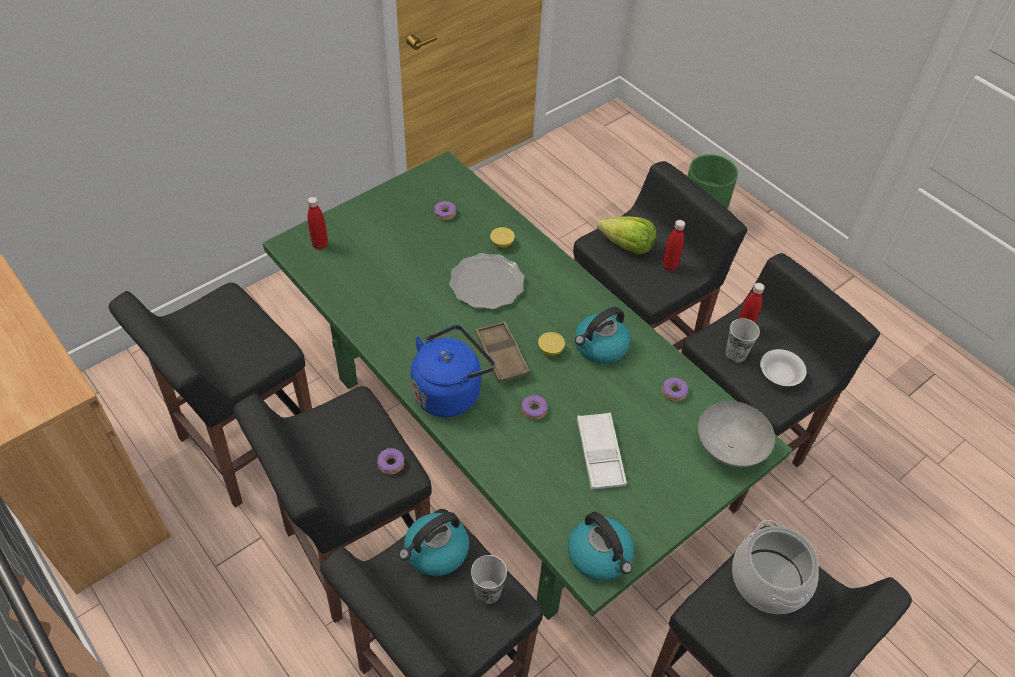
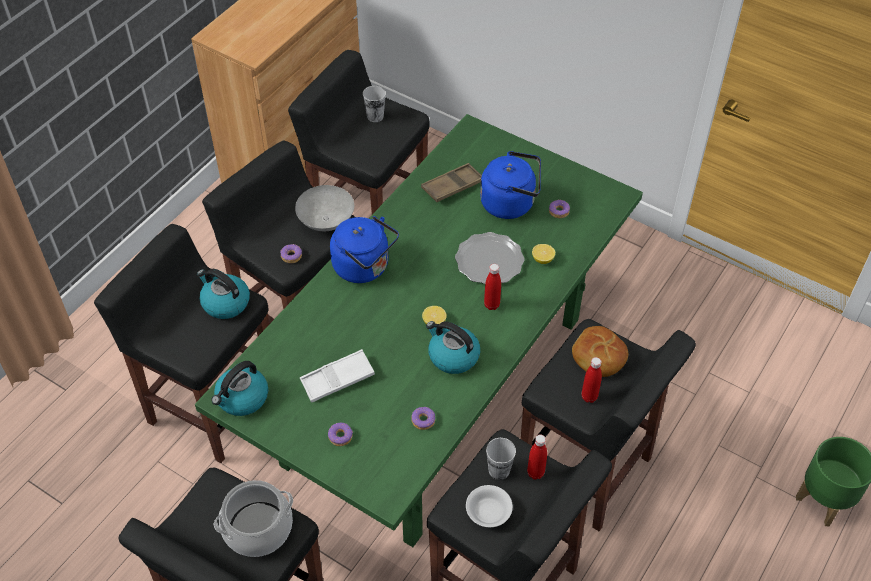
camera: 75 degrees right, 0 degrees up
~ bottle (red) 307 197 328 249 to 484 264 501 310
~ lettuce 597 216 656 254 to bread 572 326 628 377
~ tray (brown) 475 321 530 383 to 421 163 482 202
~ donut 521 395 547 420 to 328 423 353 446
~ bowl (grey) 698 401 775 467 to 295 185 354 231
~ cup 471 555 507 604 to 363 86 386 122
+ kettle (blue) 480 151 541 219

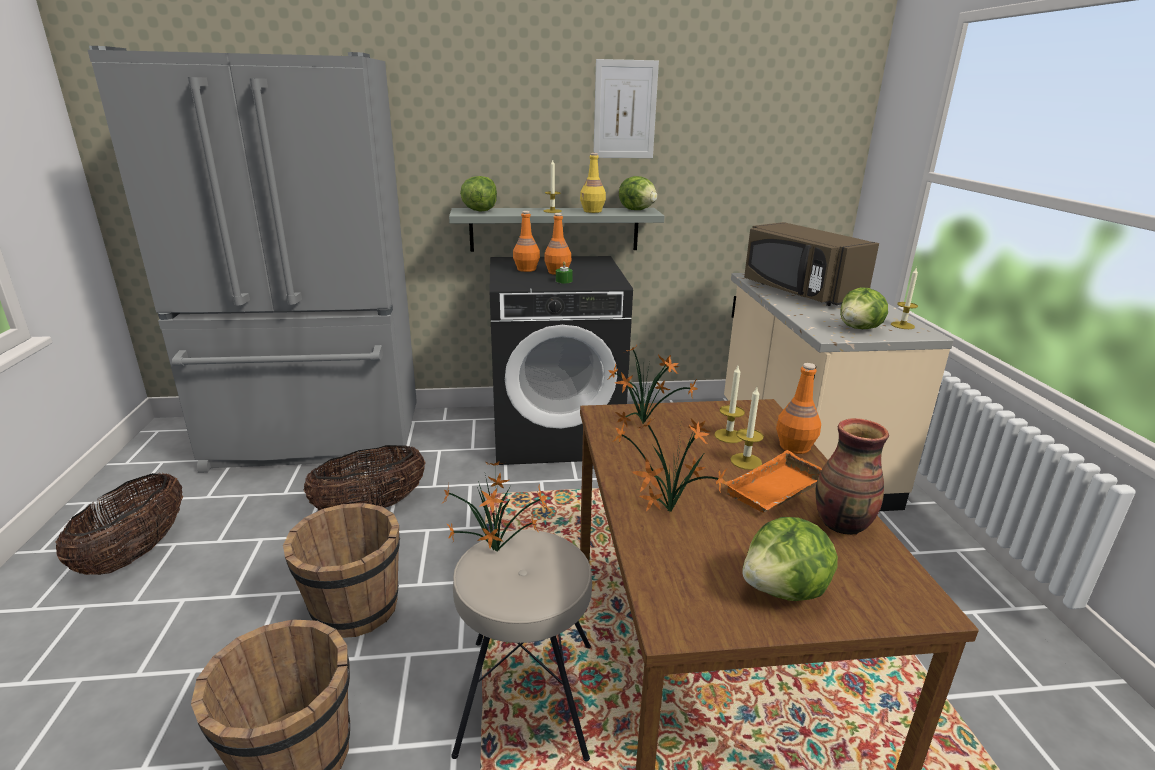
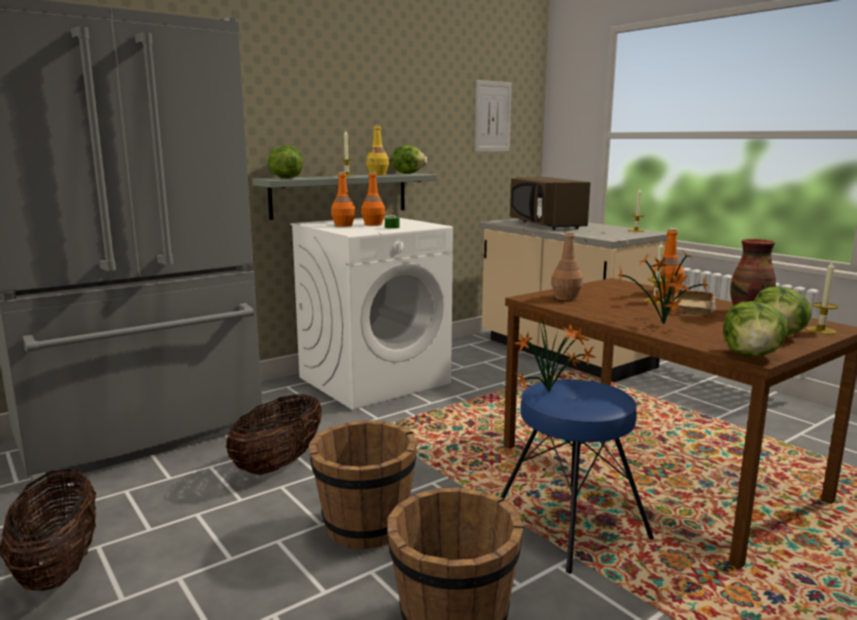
camera: 30 degrees left, 10 degrees down
~ picture 594 59 659 158 to 475 80 512 152
~ microwave (brown) 744 222 879 306 = 510 177 590 230 45 degrees clockwise
~ washing machine (black) 489 256 633 465 to washing machine (white) 290 216 453 410
~ lettuce 840 287 888 329 to 723 301 788 357
~ potted plant 607 345 698 427 to bottle (brown) 551 231 583 300
~ candle 714 366 745 443 to 806 262 838 334
~ tray (orange) 726 450 822 513 to tray (beige) 674 288 716 315
~ stool (beige) 451 530 592 761 to stool (blue) 501 379 654 574

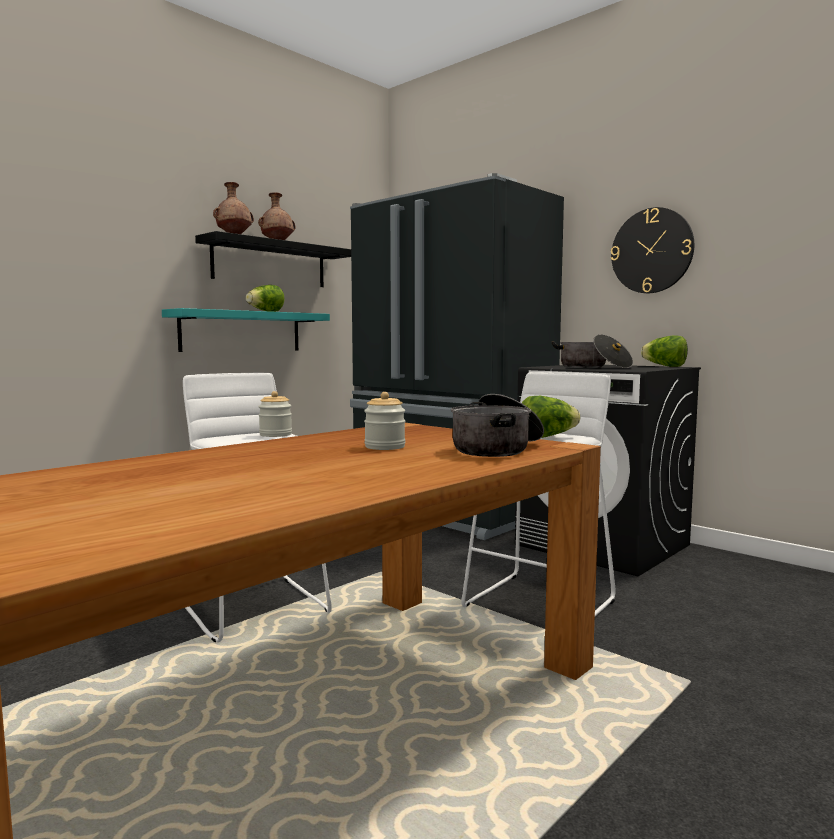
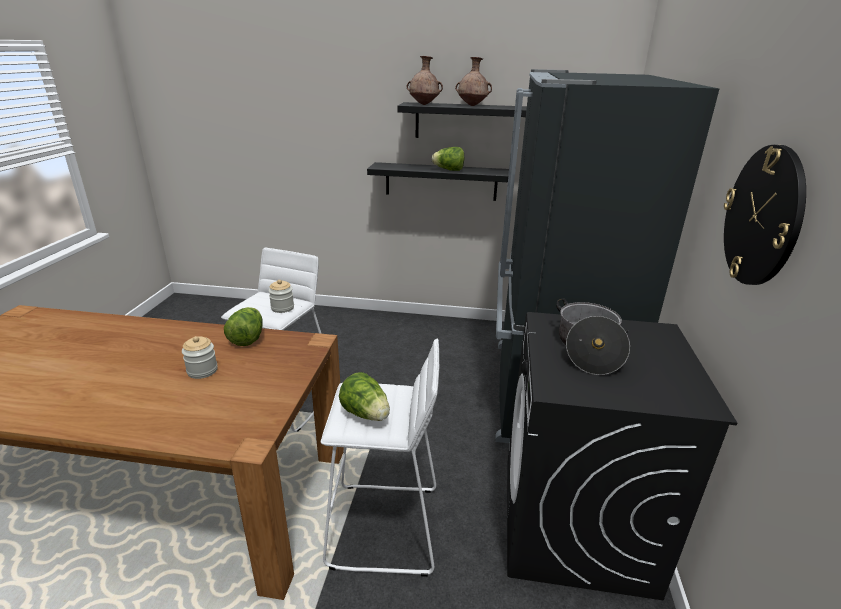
camera: 55 degrees right, 20 degrees up
~ shelf (turquoise) 162 308 330 352 to shelf (black) 367 162 509 201
~ lettuce 641 336 688 367 to 224 307 263 346
- cooking pot 451 394 544 457

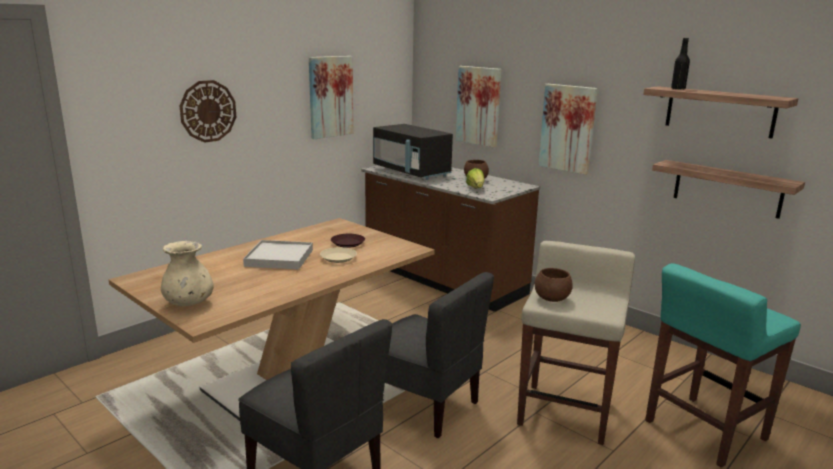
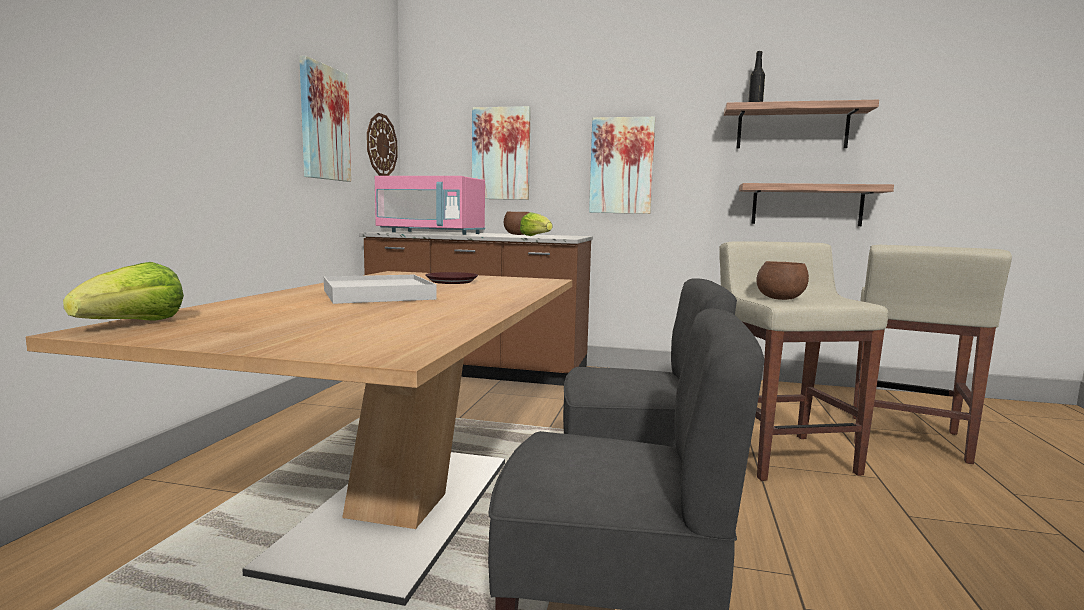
camera: 30 degrees left, 10 degrees down
~ wall clock 180 80 236 143 to 367 113 398 176
~ microwave (black) 373 124 453 180 to microwave (pink) 375 176 485 235
- vase (beige) 161 241 213 306
- plate (beige) 320 247 357 263
~ stool (turquoise) 645 263 801 468 to stool (beige) 852 245 1012 464
+ lettuce 63 262 184 321

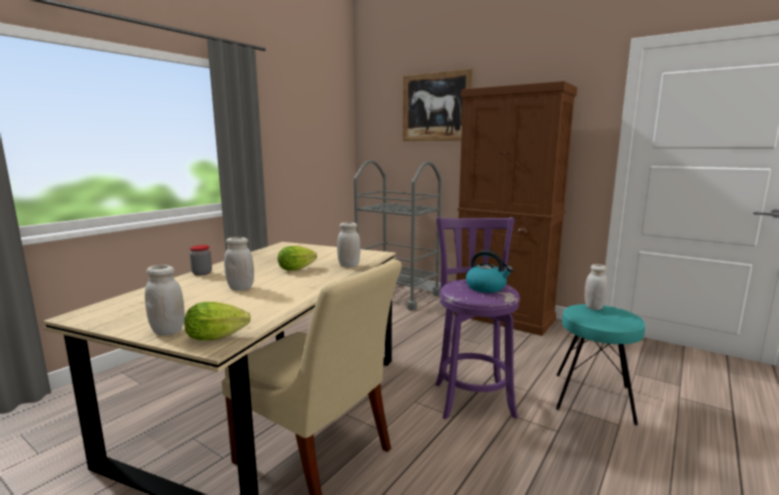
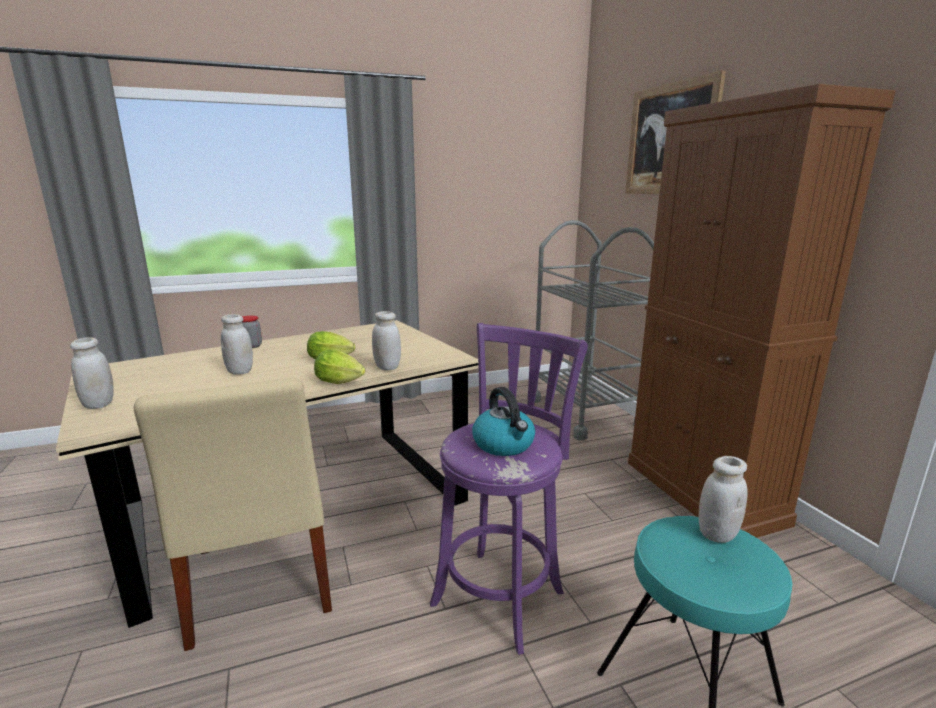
camera: 35 degrees right, 5 degrees up
~ lettuce 184 302 251 340 to 314 350 365 384

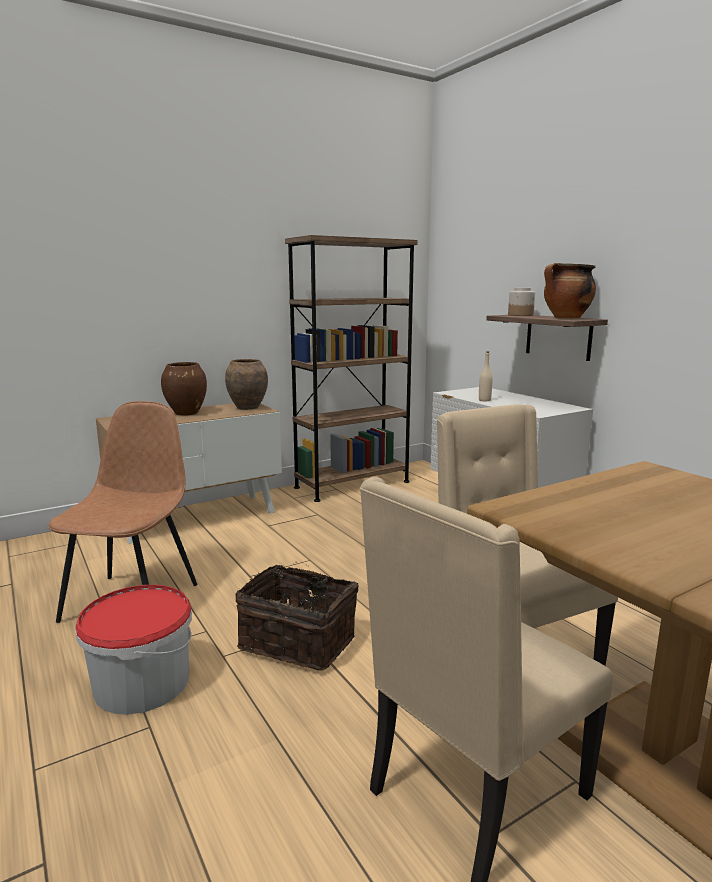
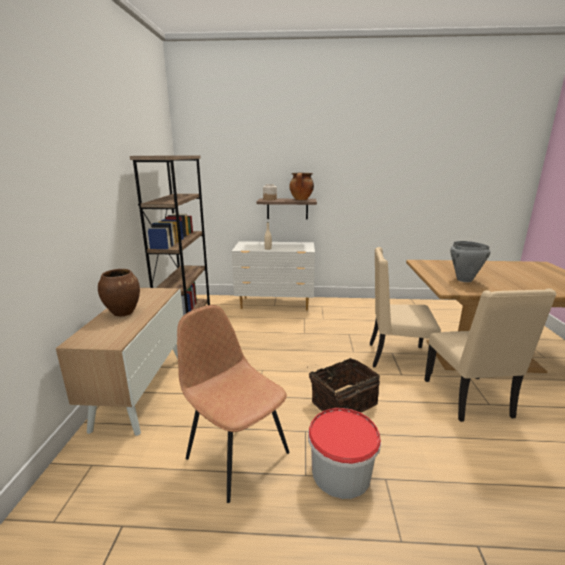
camera: 55 degrees left, 5 degrees up
- vase (brown) 225 359 268 410
+ cooking pot (grey) 450 241 490 282

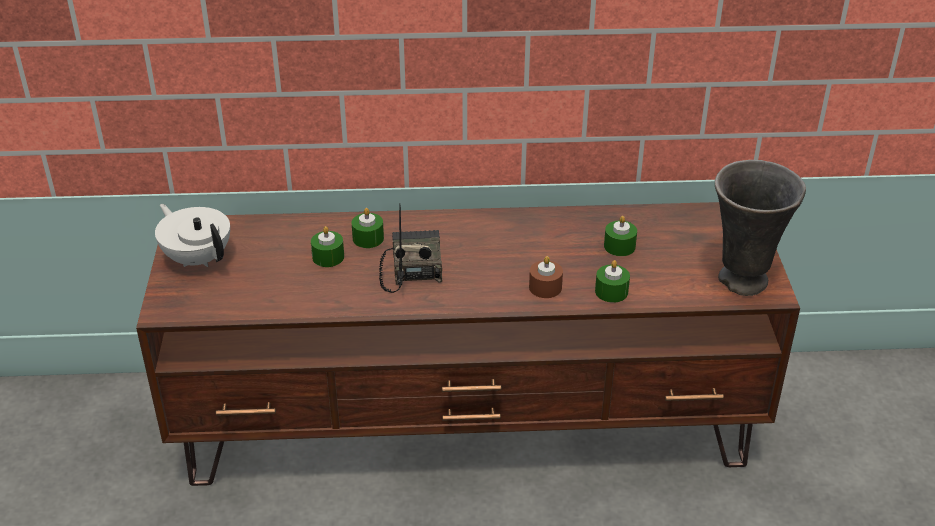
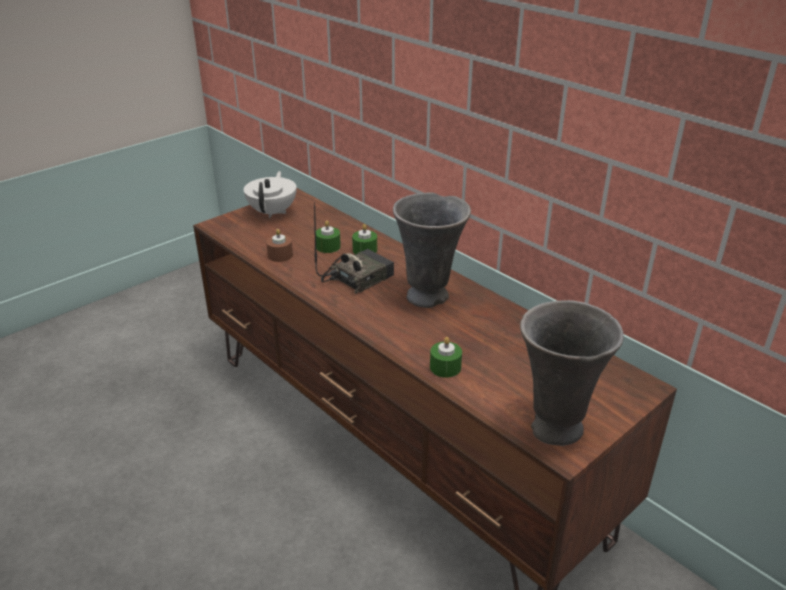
camera: 50 degrees right, 5 degrees down
- candle (green) 604 216 637 256
~ candle (brown) 529 256 563 298 to 266 229 293 262
+ vase (grey) 393 193 471 308

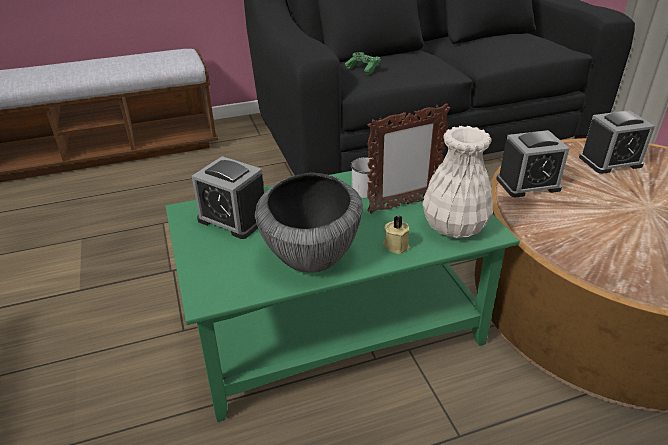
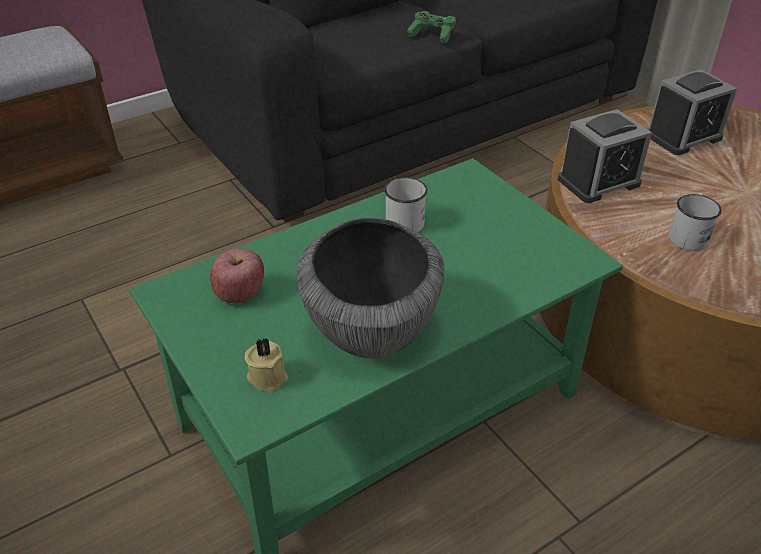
camera: 15 degrees left, 5 degrees up
~ game controller (green) 345 52 381 75 to 407 11 456 43
- picture frame 367 103 450 214
- vase (white) 422 126 493 238
~ alarm clock 192 156 264 239 to apple 210 249 264 304
~ candle (beige) 383 215 410 254 to 244 338 288 392
+ mug (white) 669 194 722 251

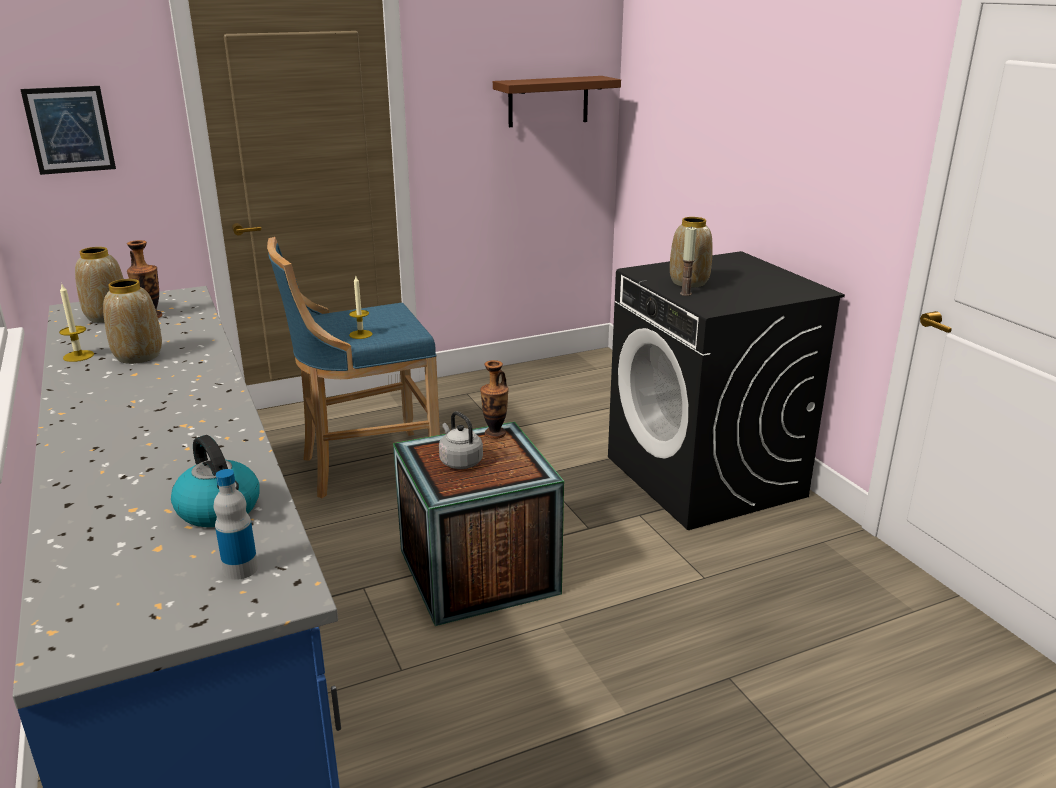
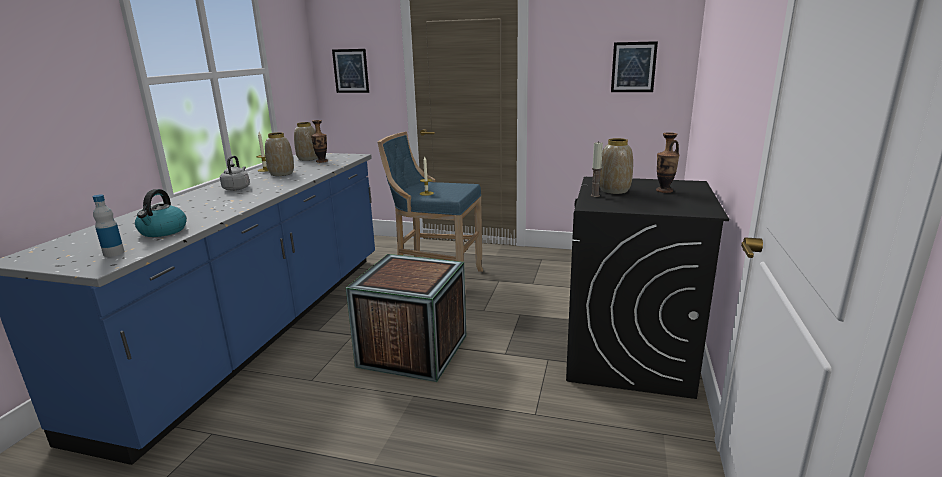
camera: 40 degrees right, 5 degrees down
~ shelf (brown) 493 76 621 127 to picture 611 41 658 92
~ vase 480 360 509 439 to 656 132 679 193
~ kettle (grey) 439 411 483 469 to 220 156 250 191

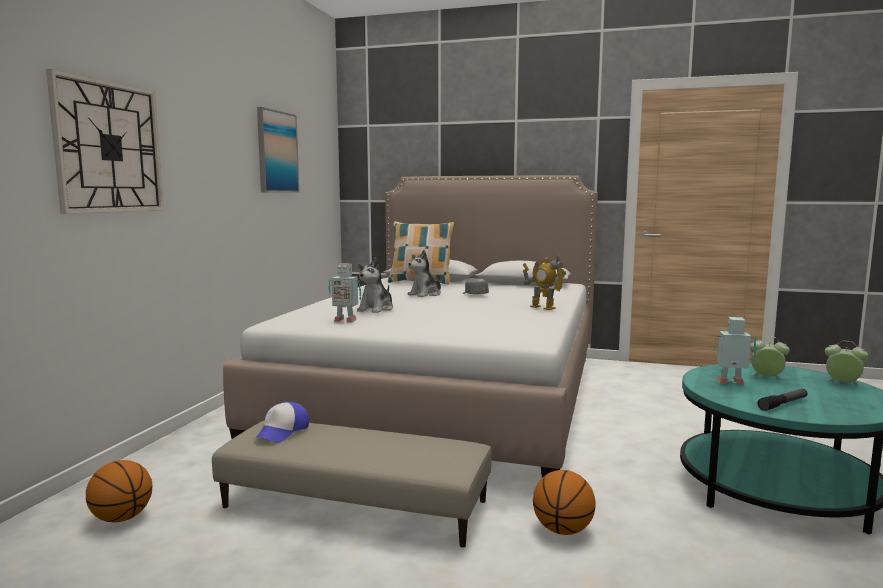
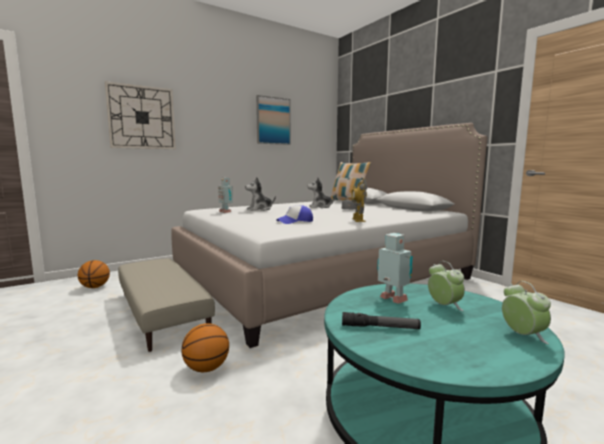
camera: 40 degrees right, 0 degrees up
~ cap 255 402 309 443 to 276 205 313 224

